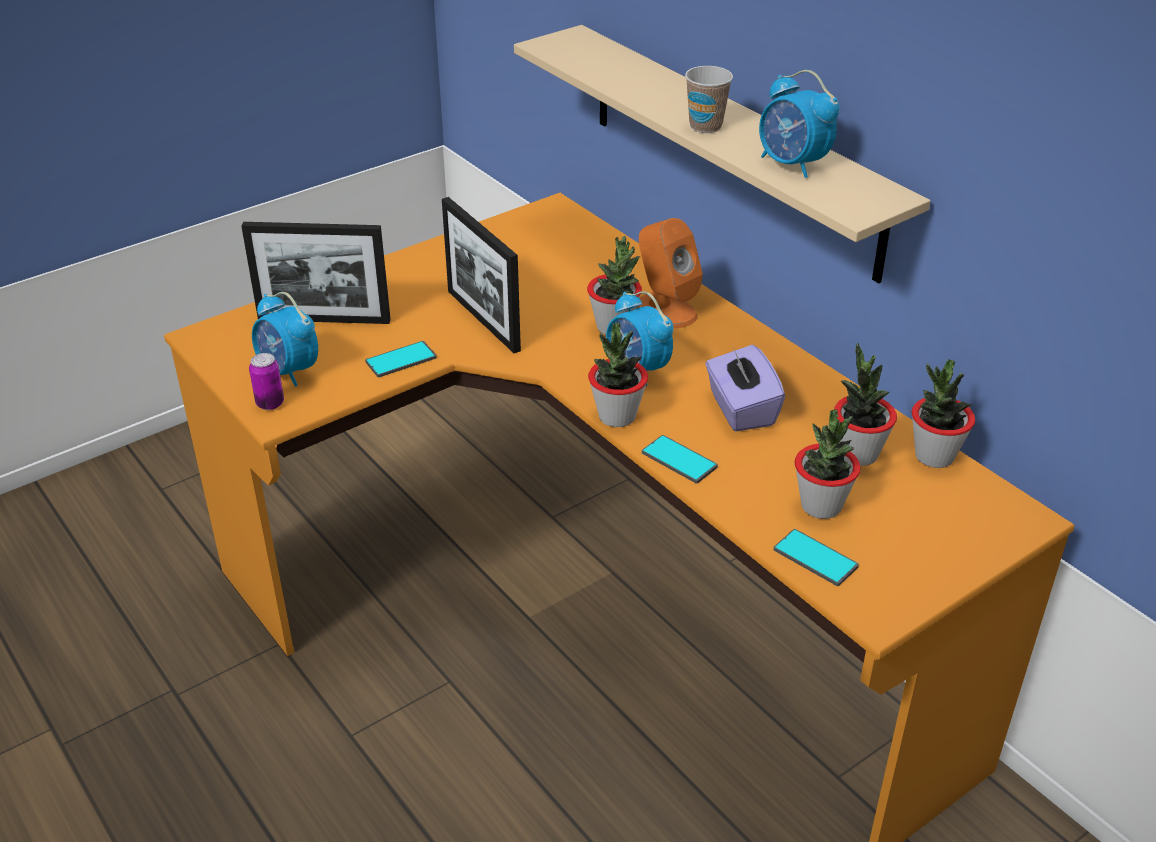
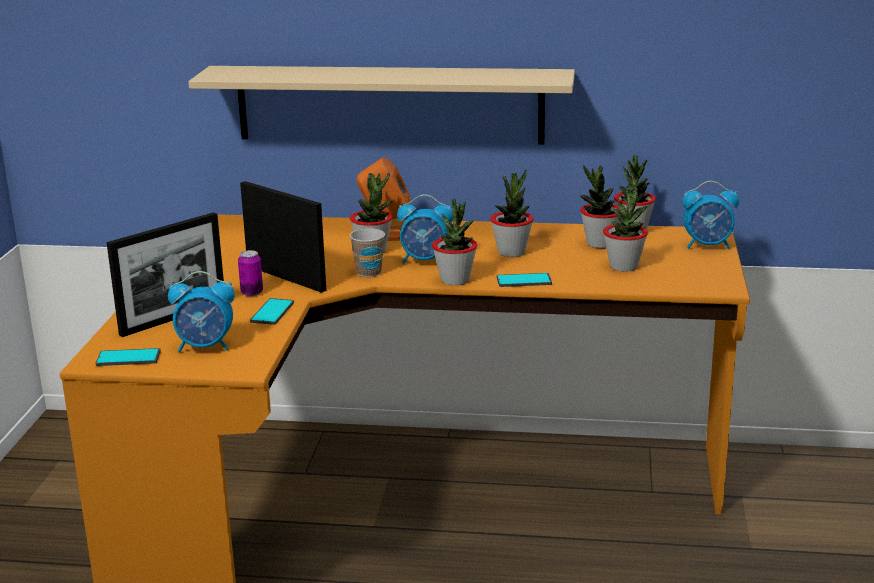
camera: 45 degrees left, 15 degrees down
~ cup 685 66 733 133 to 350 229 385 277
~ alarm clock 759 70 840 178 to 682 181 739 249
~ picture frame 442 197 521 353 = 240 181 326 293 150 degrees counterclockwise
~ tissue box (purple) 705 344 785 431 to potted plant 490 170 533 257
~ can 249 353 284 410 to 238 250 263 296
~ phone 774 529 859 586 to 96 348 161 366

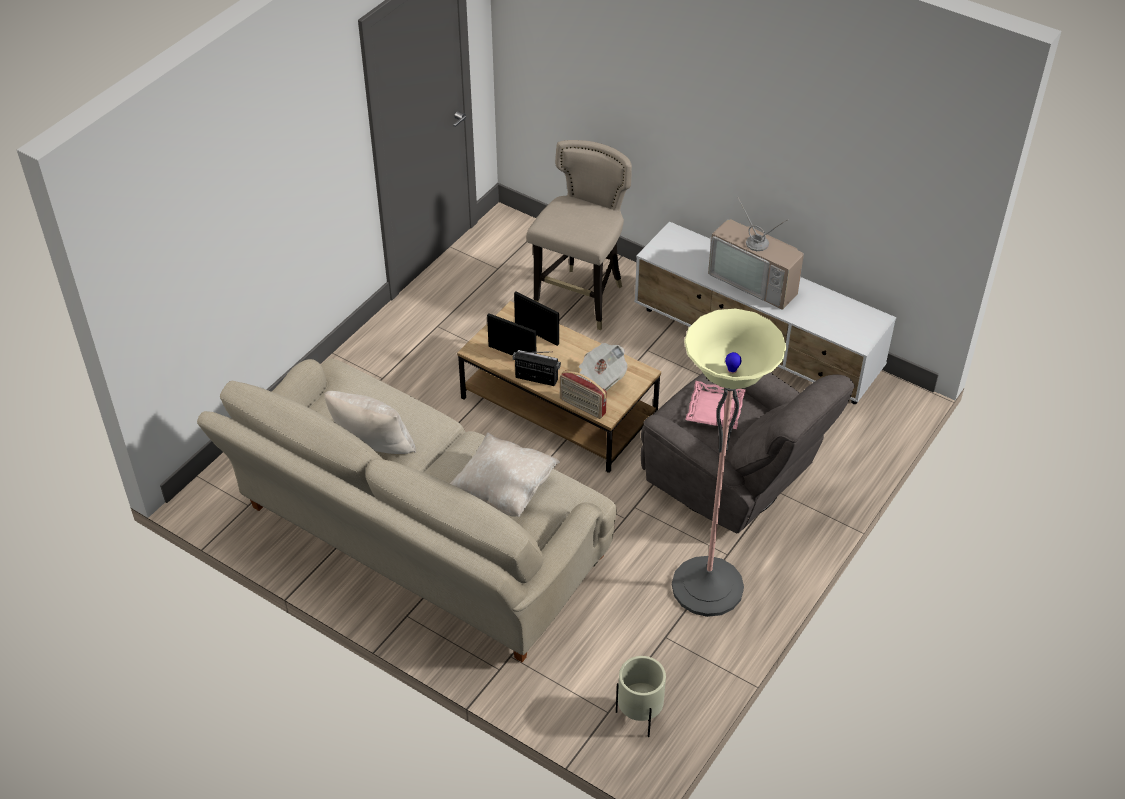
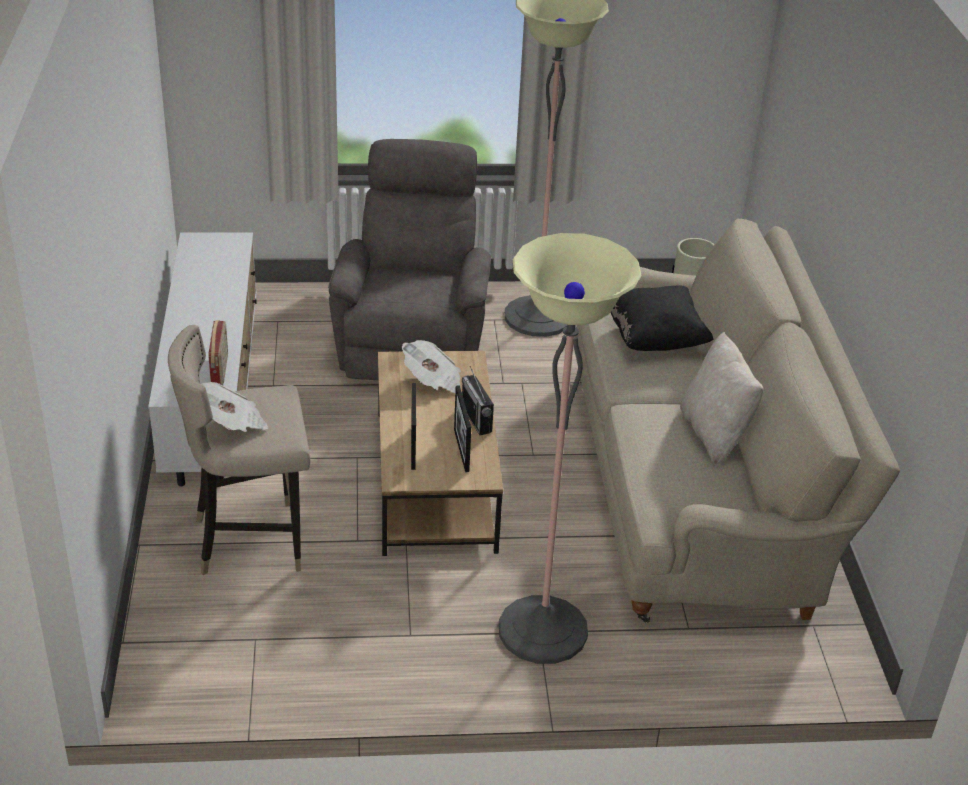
camera: 130 degrees left, 10 degrees down
- television 708 197 804 310
~ radio 560 370 607 419 to 208 320 228 385
- tray (pink) 685 381 746 429
~ pillow (beige) 450 432 560 517 to pillow (black) 611 285 713 351
+ floor lamp 499 233 642 664
+ newspaper 201 382 269 432

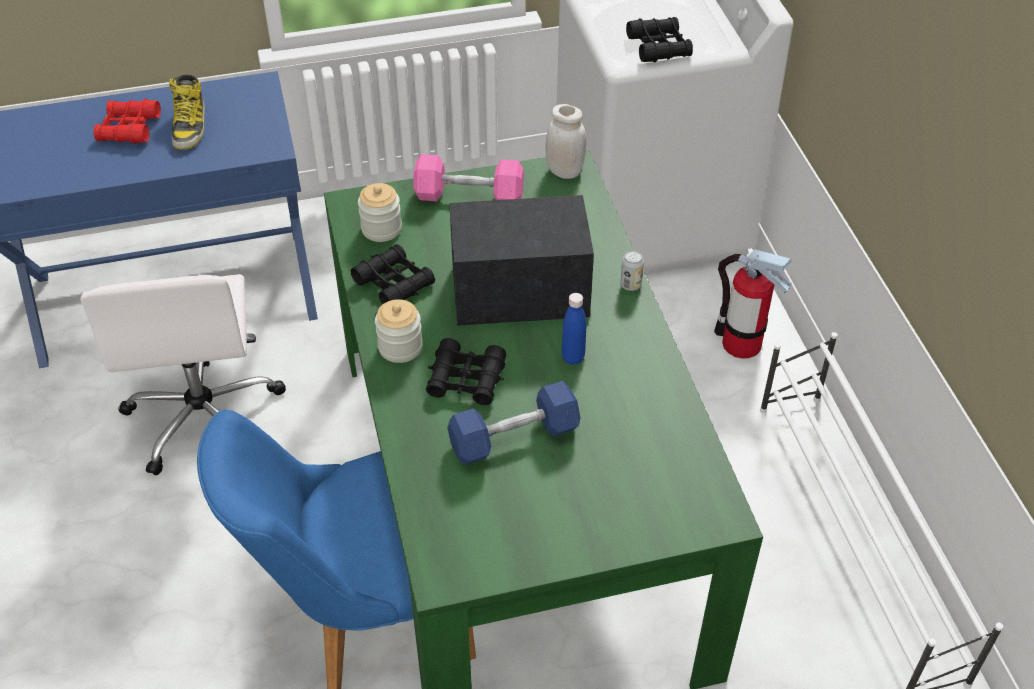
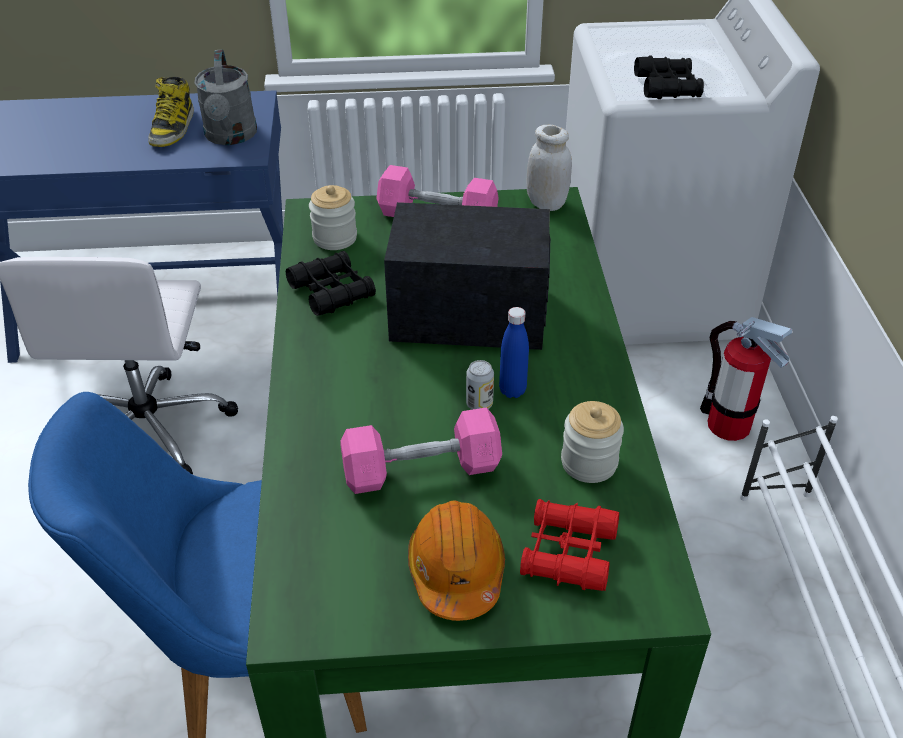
camera: 10 degrees right, 5 degrees down
~ binoculars (red) 94 99 161 144 to 520 499 619 591
~ can 620 250 644 291 to 466 360 494 410
~ jar 375 299 423 363 to 561 401 624 483
- binoculars (black) 426 338 506 405
~ dumbbell (blue) 447 381 580 465 to dumbbell (pink) 341 407 502 494
+ watering can (grey) 194 50 257 145
+ hard hat (orange) 408 501 505 621

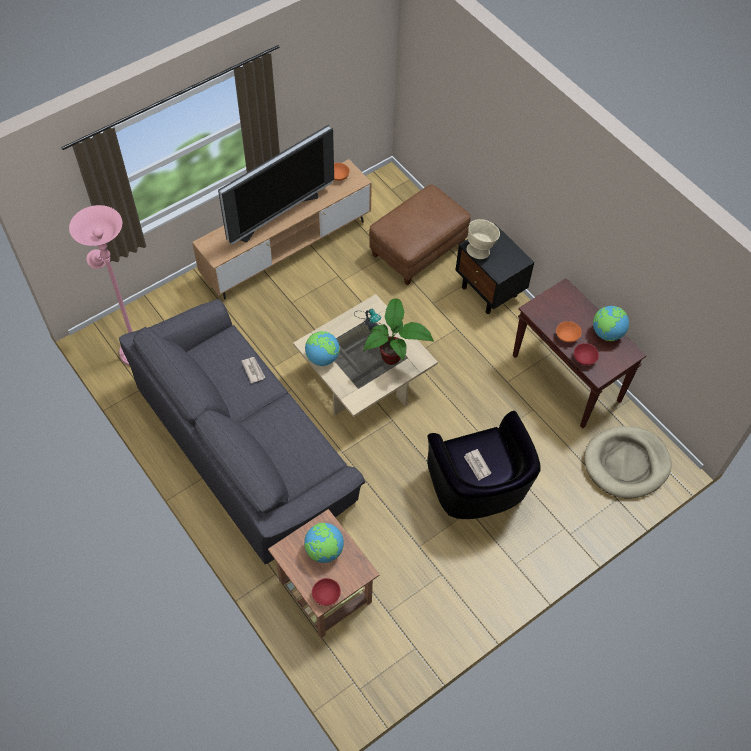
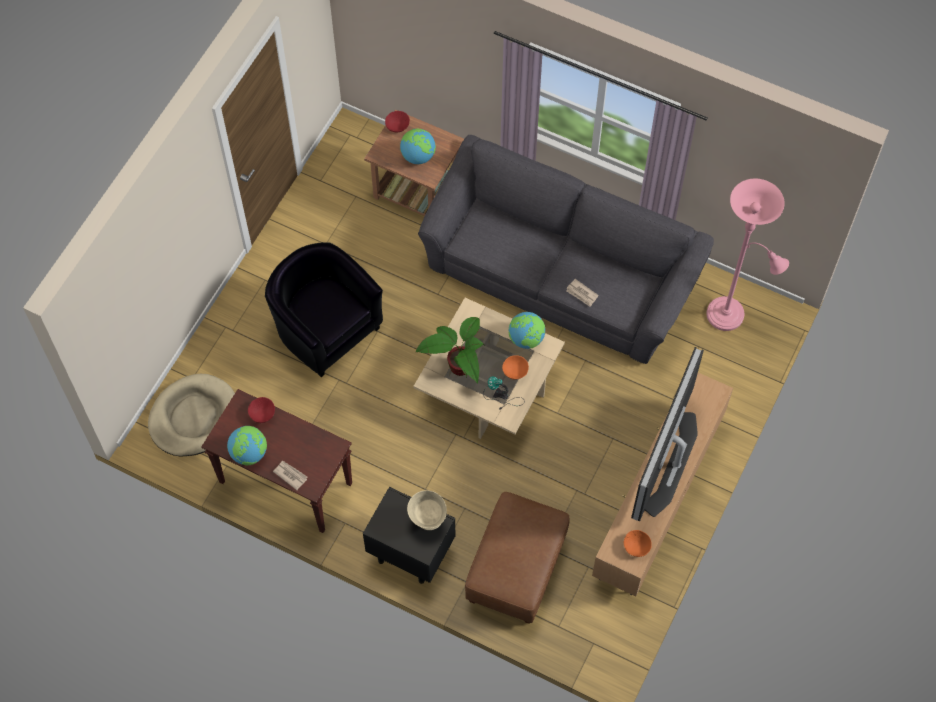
camera: 155 degrees right, 5 degrees up
~ bowl (orange) 556 321 582 343 to 502 355 529 380
~ newspaper 464 449 491 480 to 273 461 307 490

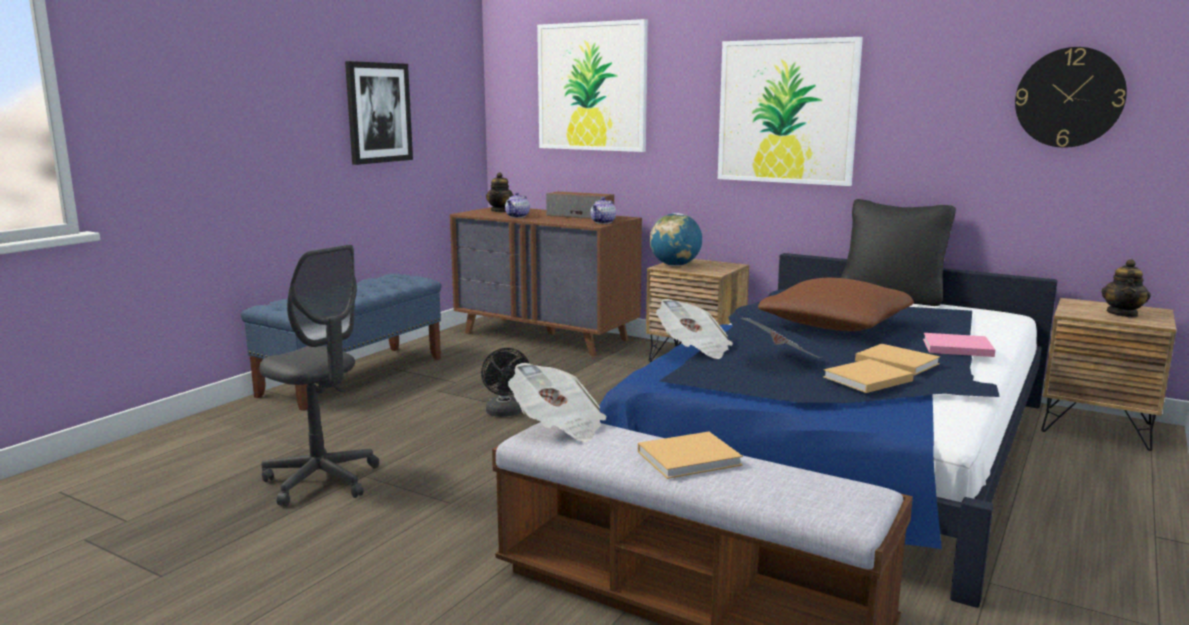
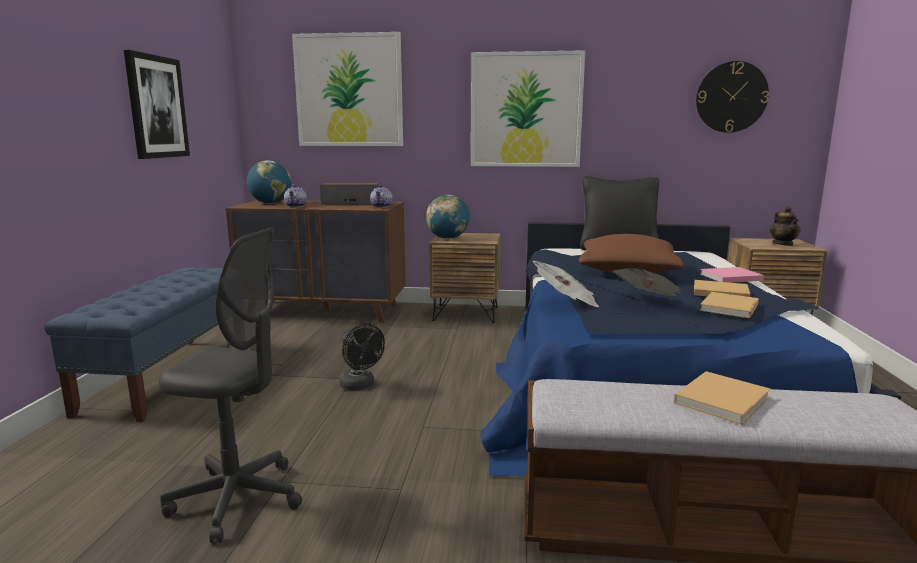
camera: 25 degrees left, 0 degrees up
~ teapot 486 172 514 212 to globe 247 160 291 204
- newspaper 508 363 606 442

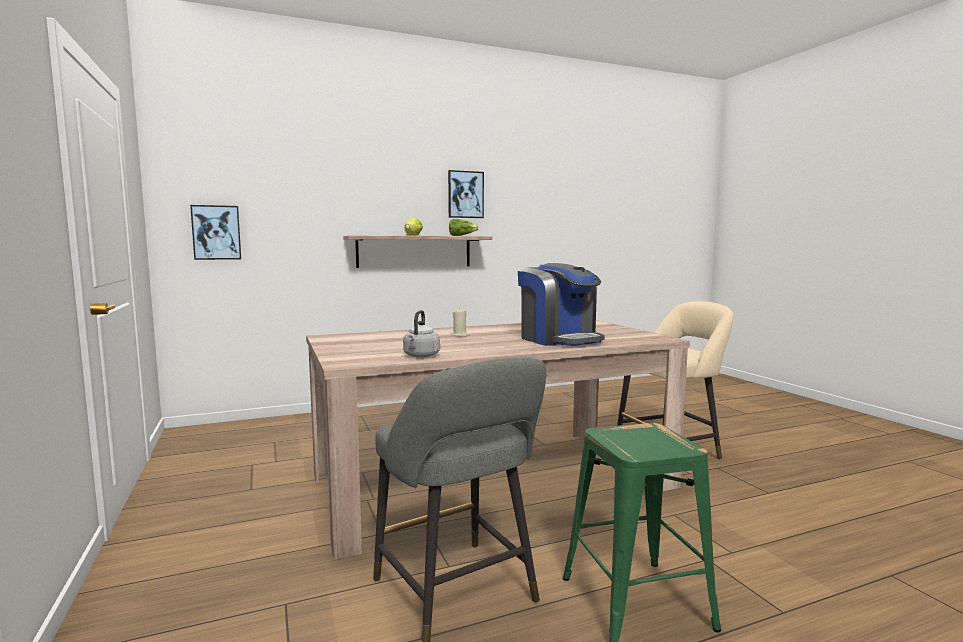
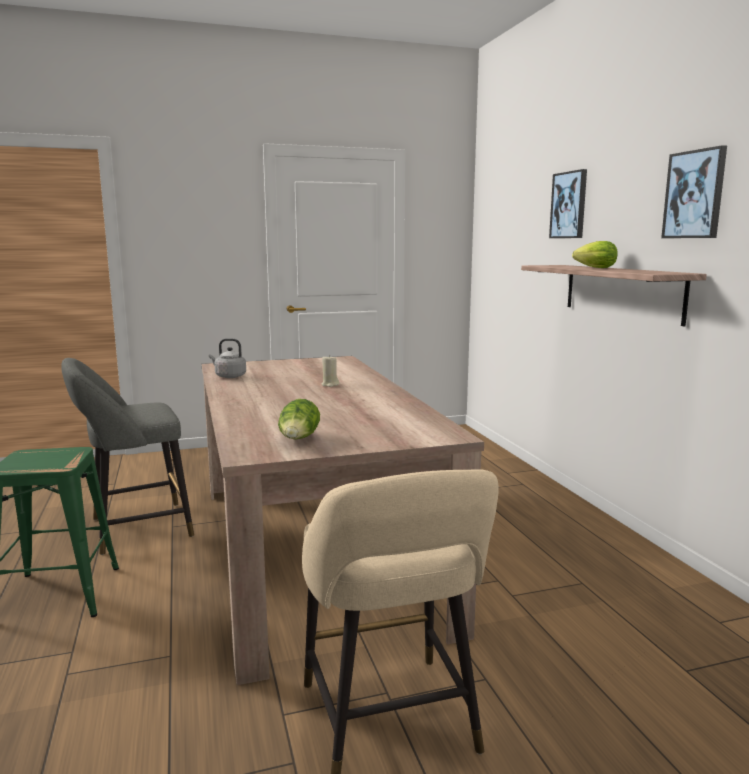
camera: 95 degrees right, 5 degrees up
~ picture 190 205 241 260 to 549 169 587 238
~ lettuce 449 219 479 236 to 278 399 320 439
- coffee machine 518 263 605 346

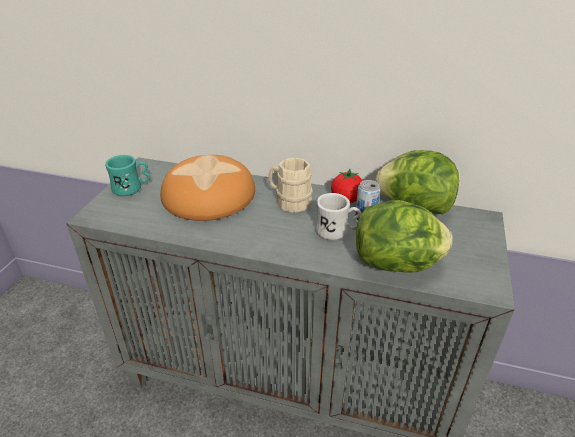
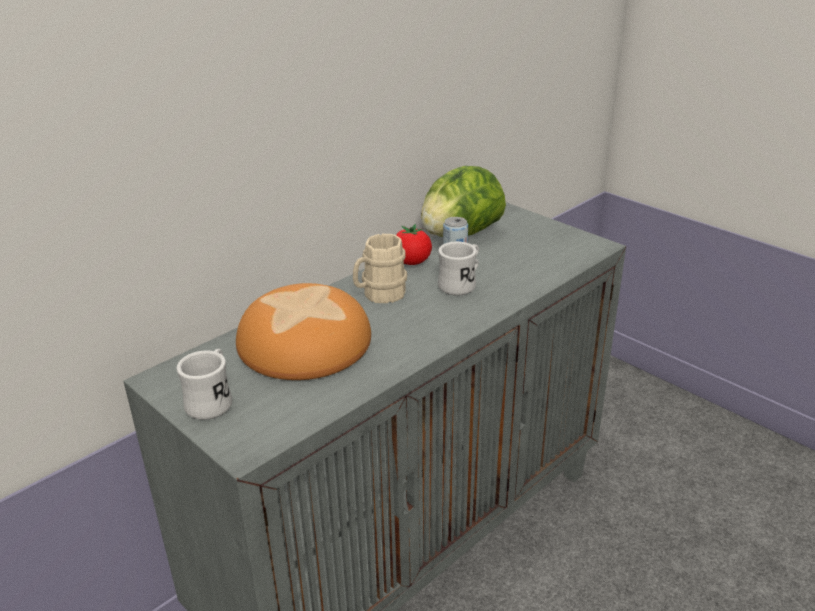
camera: 60 degrees left, 5 degrees down
~ mug (turquoise) 105 155 150 196 to mug (white) 176 349 232 420
- lettuce 356 200 453 273

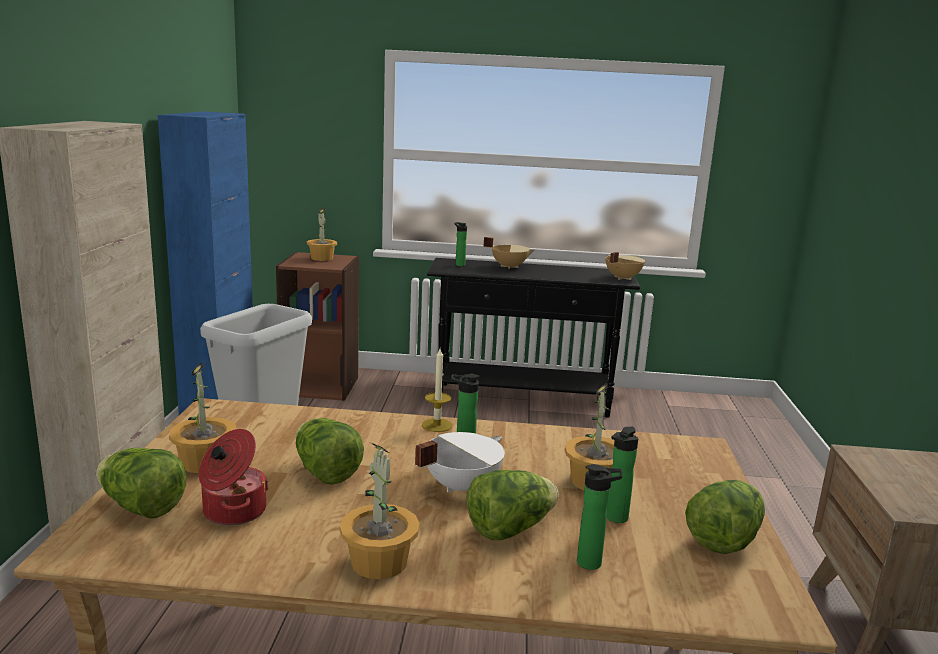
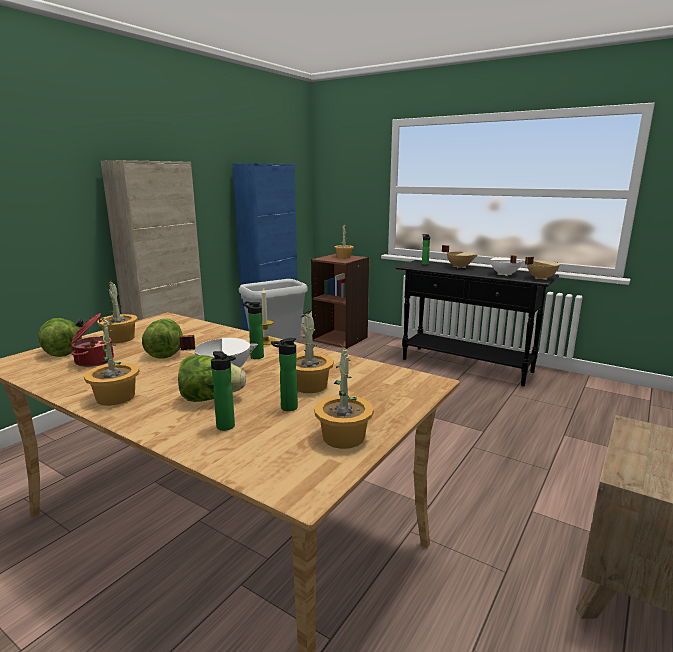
camera: 30 degrees right, 0 degrees up
~ lettuce 685 480 765 554 to potted plant 314 345 374 449
+ cooking pot (white) 491 255 522 276

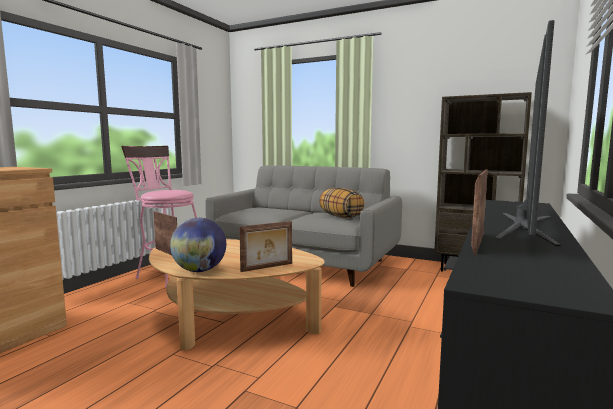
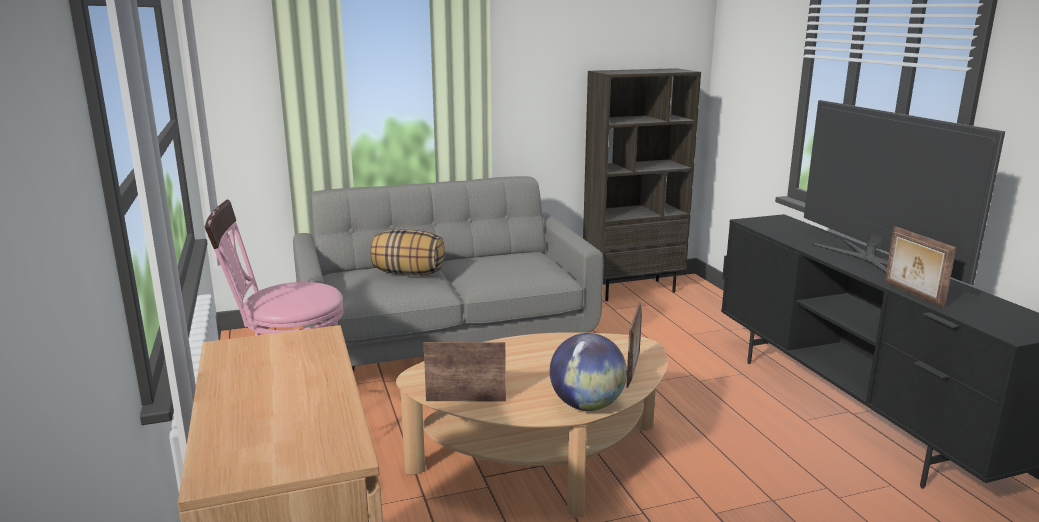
camera: 45 degrees left, 10 degrees up
~ pillow 320 187 364 218 to 371 229 445 275

